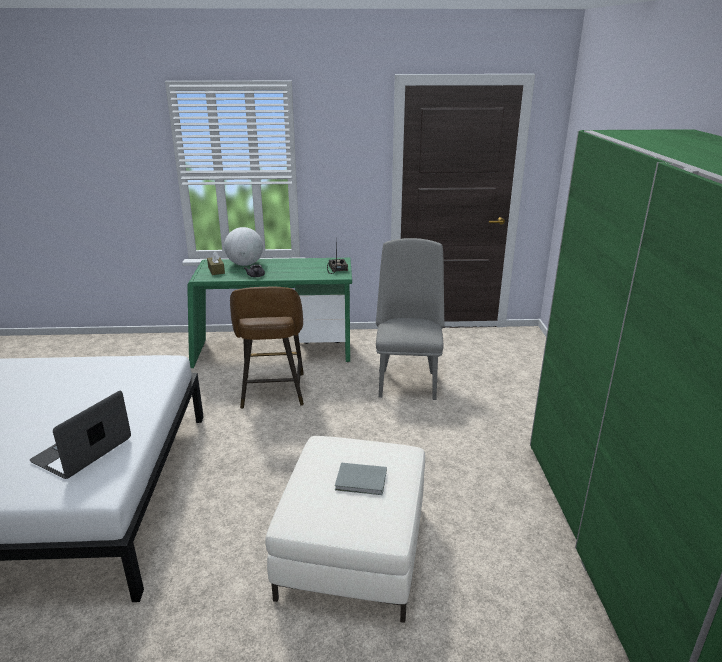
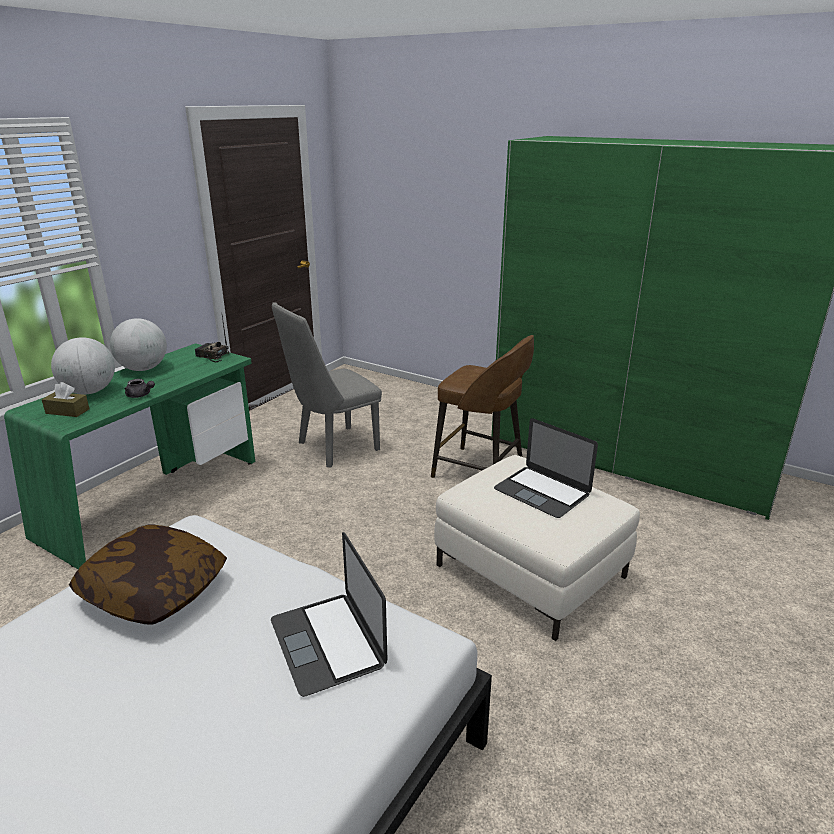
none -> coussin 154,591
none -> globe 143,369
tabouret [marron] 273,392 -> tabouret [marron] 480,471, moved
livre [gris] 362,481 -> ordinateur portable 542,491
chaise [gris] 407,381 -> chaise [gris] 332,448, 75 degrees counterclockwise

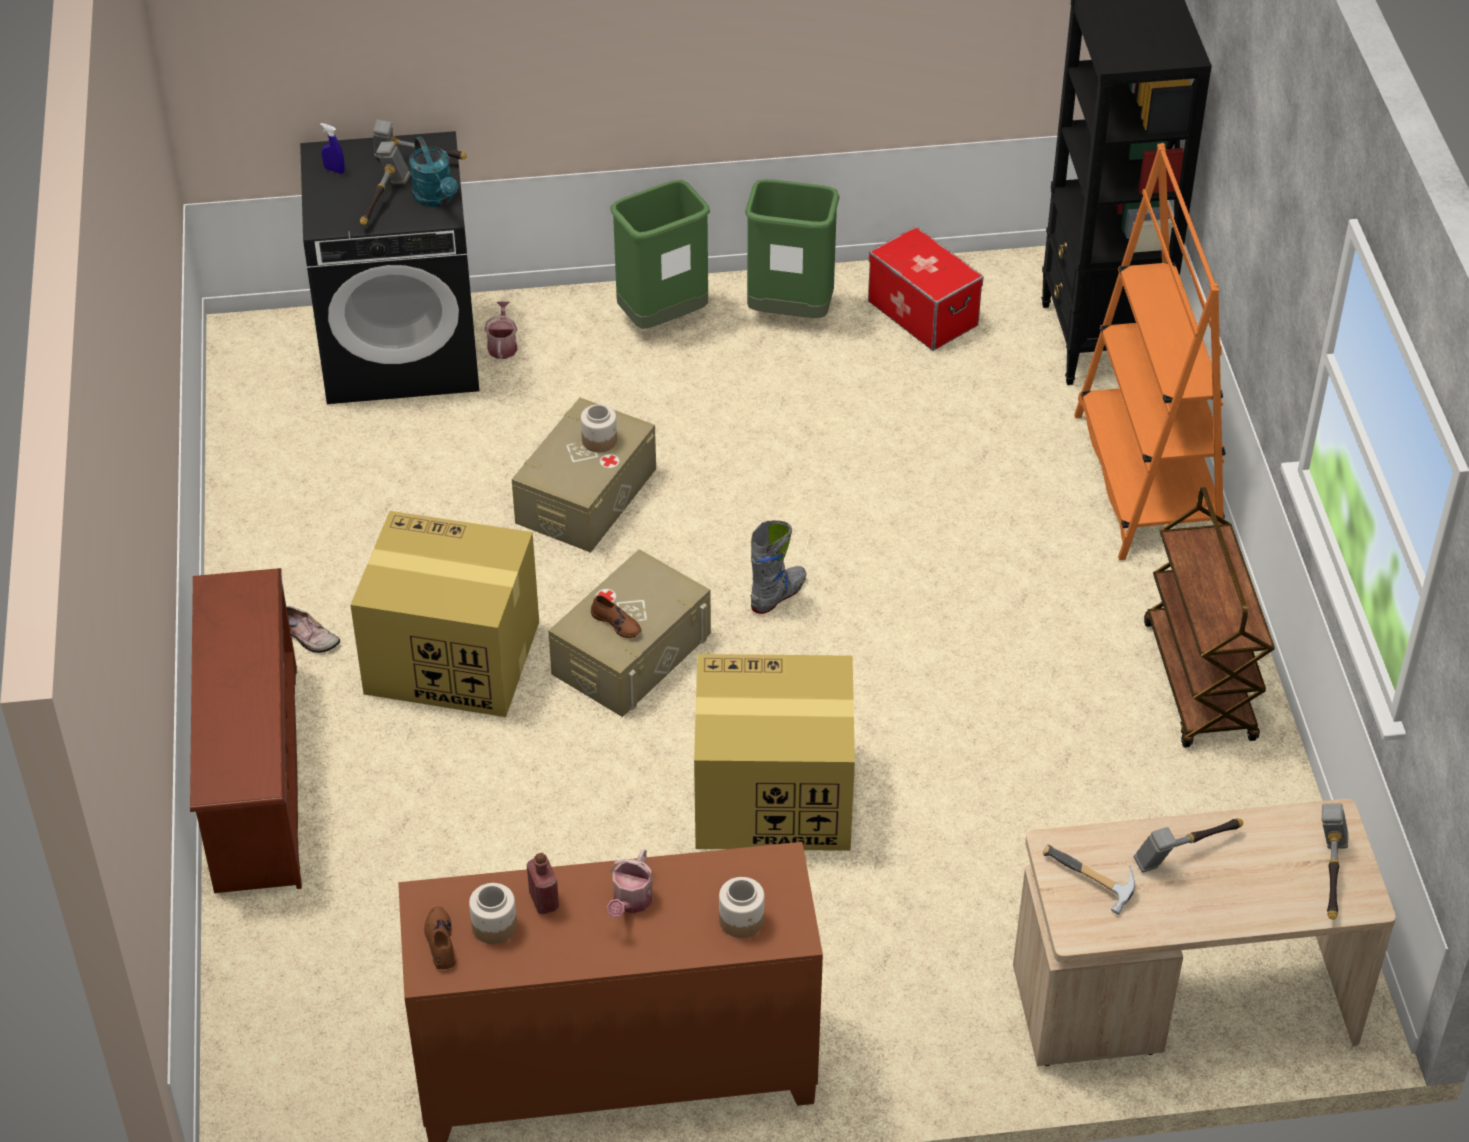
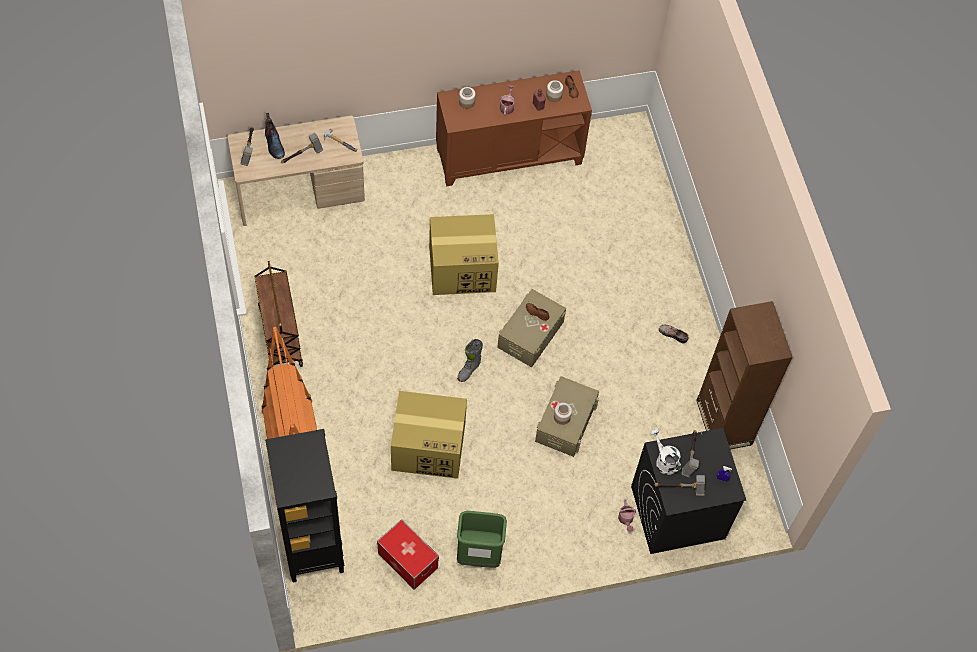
étagère à chaussures [marron] 254,776 -> none
poubelle [vert] 663,318 -> none
none -> botte 274,144
none -> bibliothèque [marron] 723,422
carton 450,657 -> carton 429,447, moved
arrosoir [turquoise] 436,199 -> arrosoir [blanc] 663,461

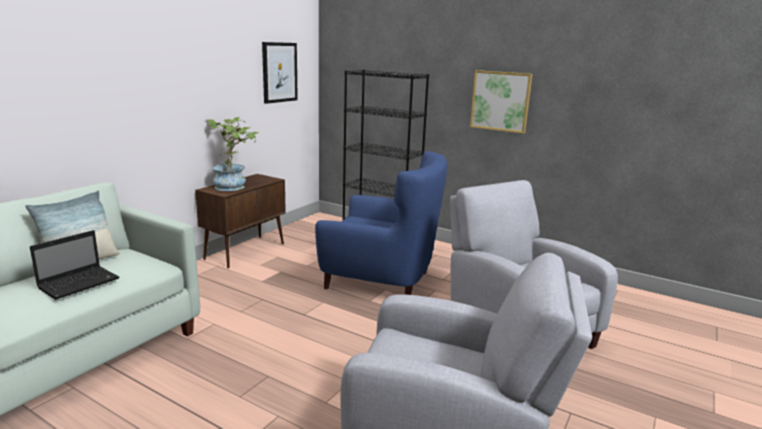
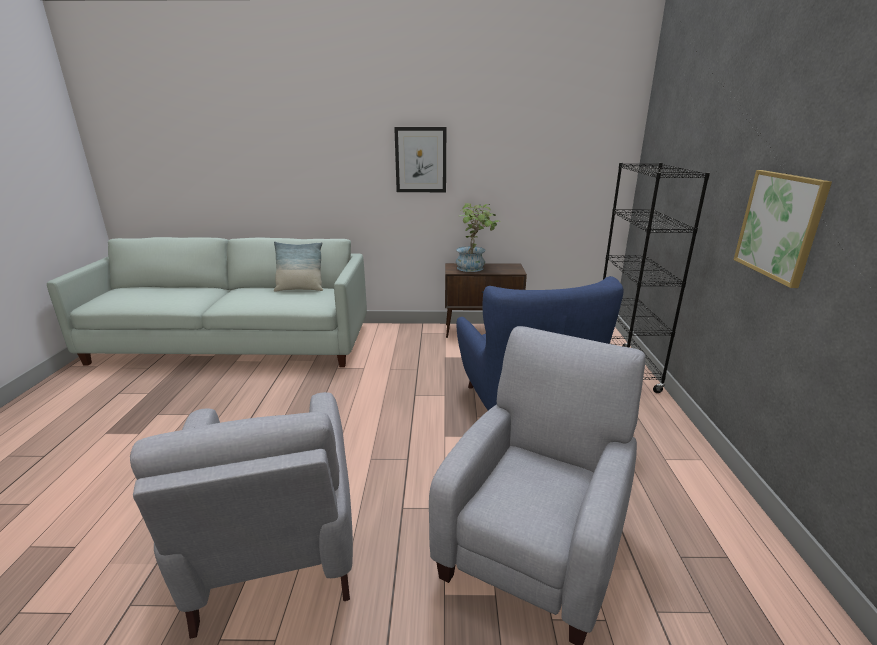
ordinateur portable 80,283 -> none
tableau 279,72 -> tableau 421,160, moved

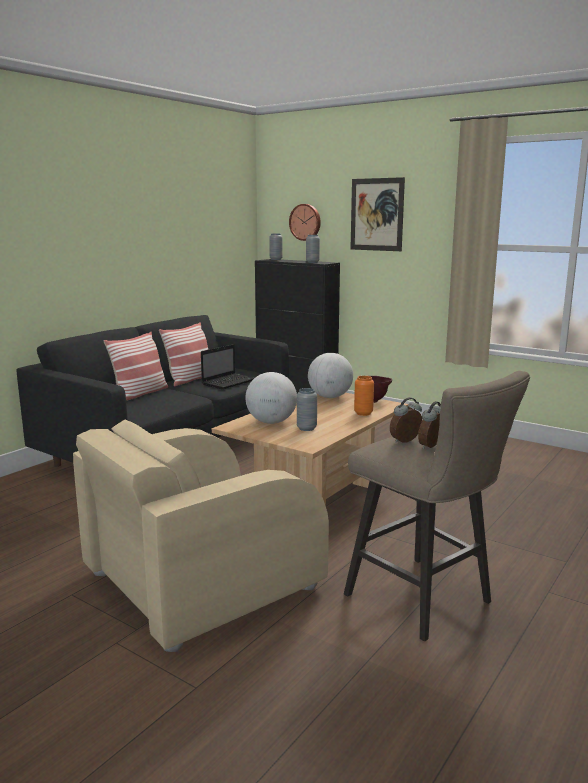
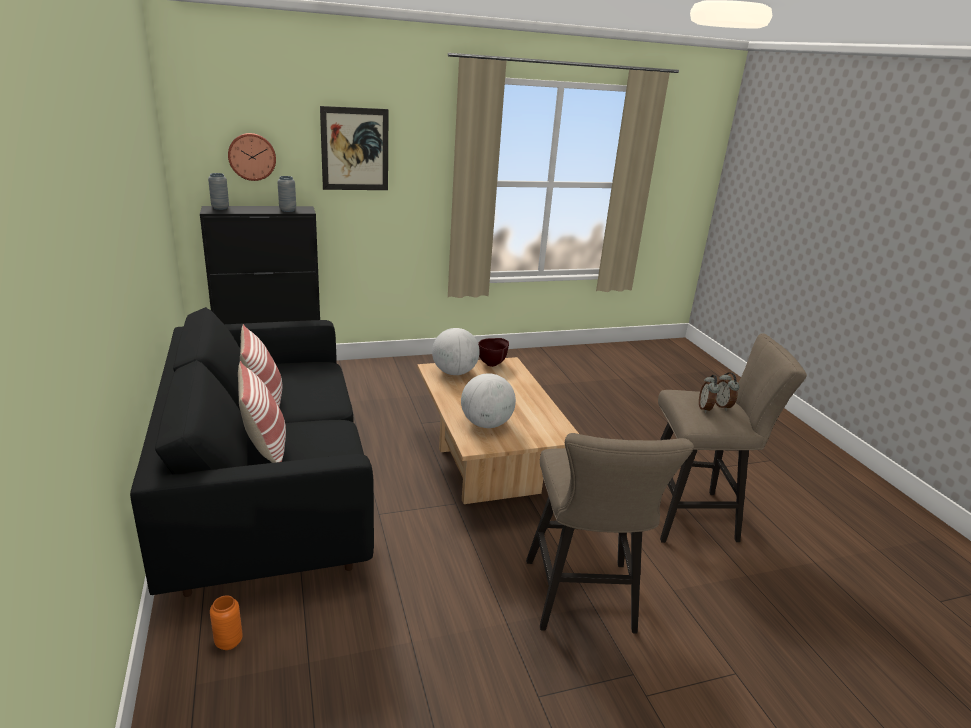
ordinateur portable 229,382 -> none
vase [gris] 306,428 -> none
vase [orange] 363,413 -> vase [orange] 229,642, moved
fauteuil [beige] 200,580 -> tabouret [beige] 582,602

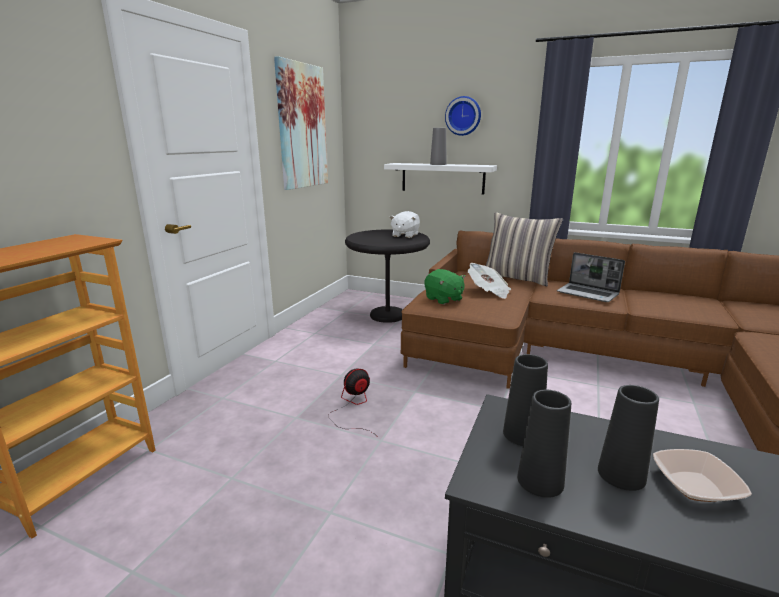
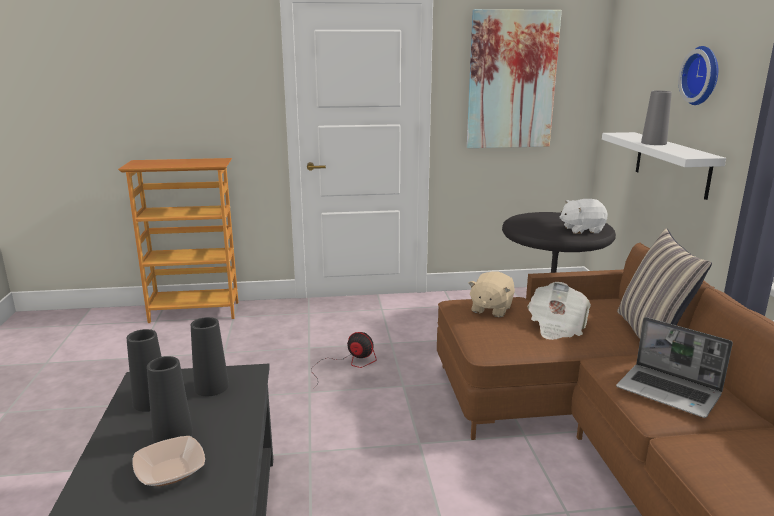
peluche [vert] 443,299 -> peluche [beige] 491,309
ordinateur portable 588,294 -> ordinateur portable 669,392, 60 degrees counterclockwise

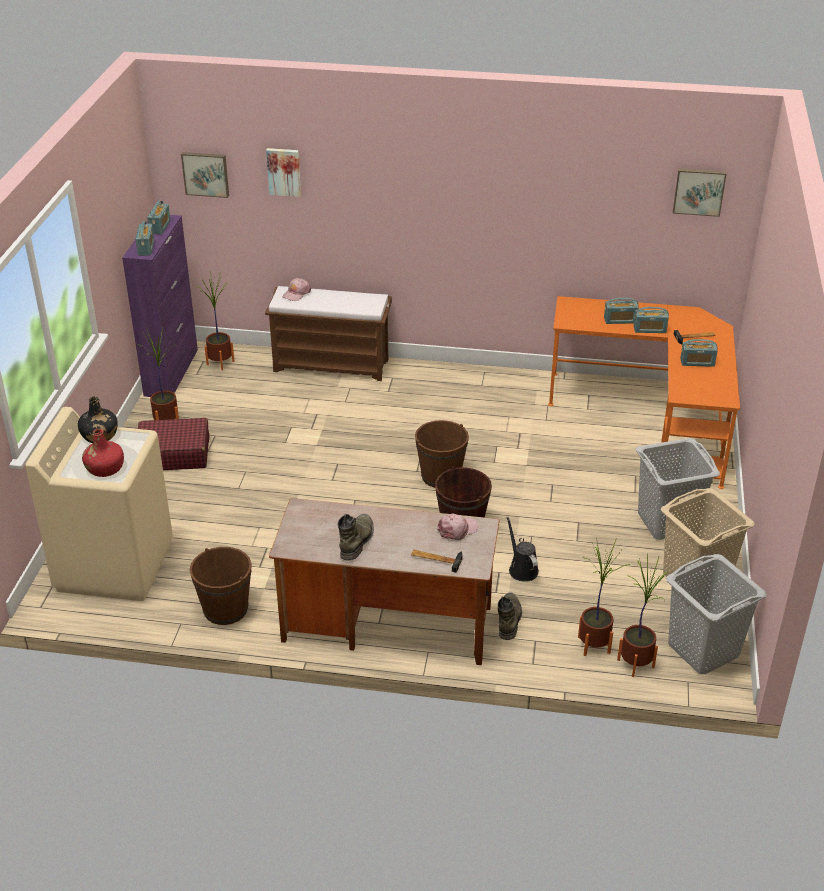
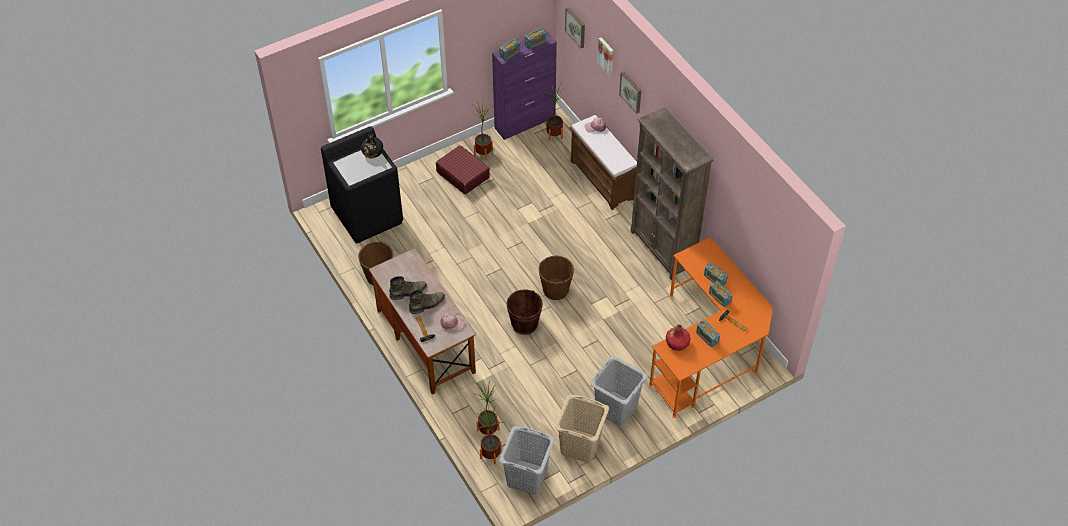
arrosoir [noir] 522,569 -> none
none -> bibliothèque [marron] 662,250
bouteille [rouge] 105,468 -> bouteille [rouge] 677,343, moved
botte [vert] 509,619 -> botte [vert] 427,304, moved
tableau 699,191 -> tableau 631,91, moved
lave-linge [beige] 115,565 -> lave-linge [noir] 368,215

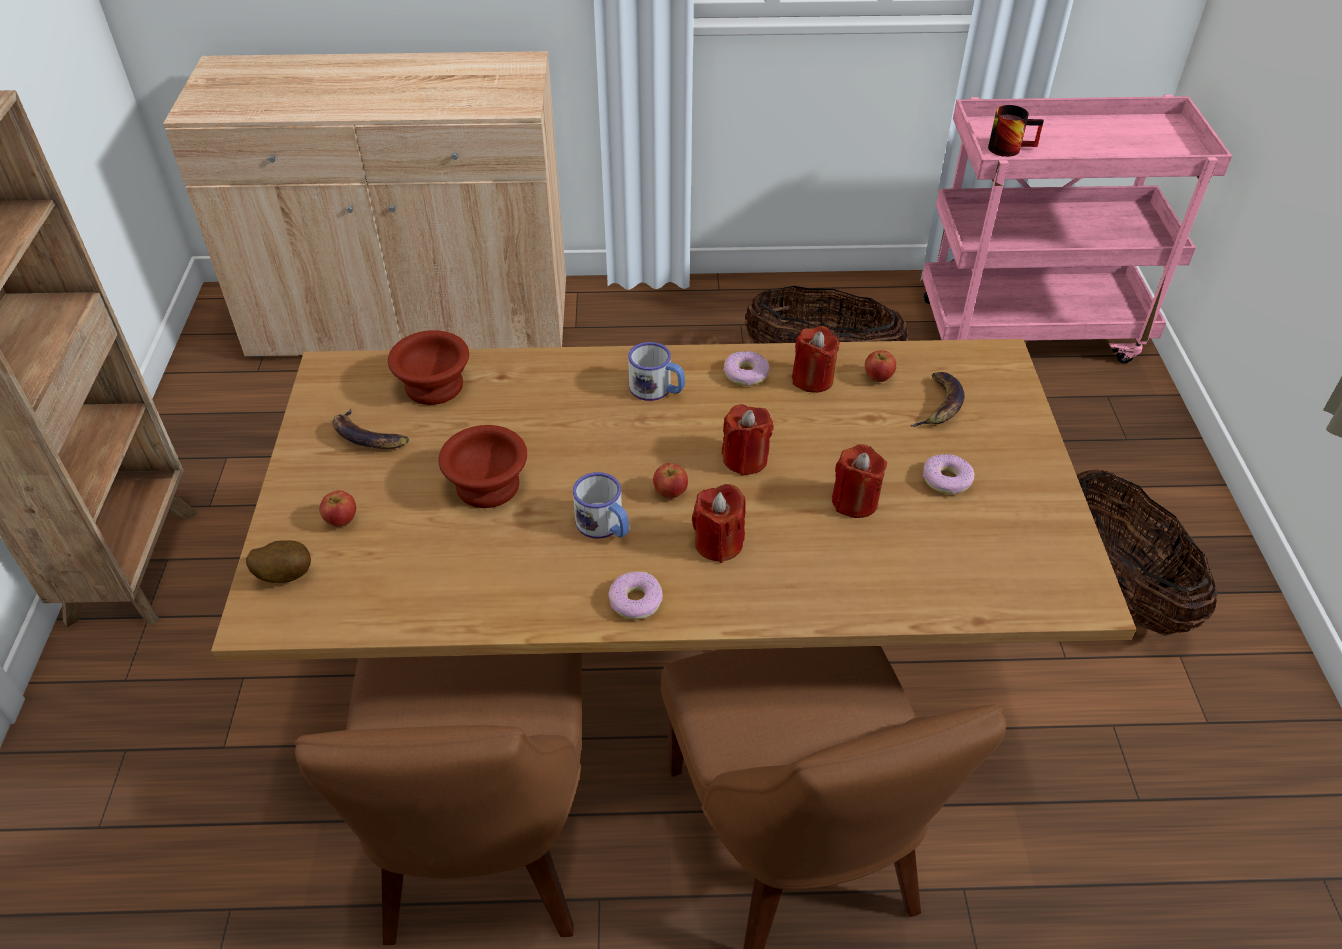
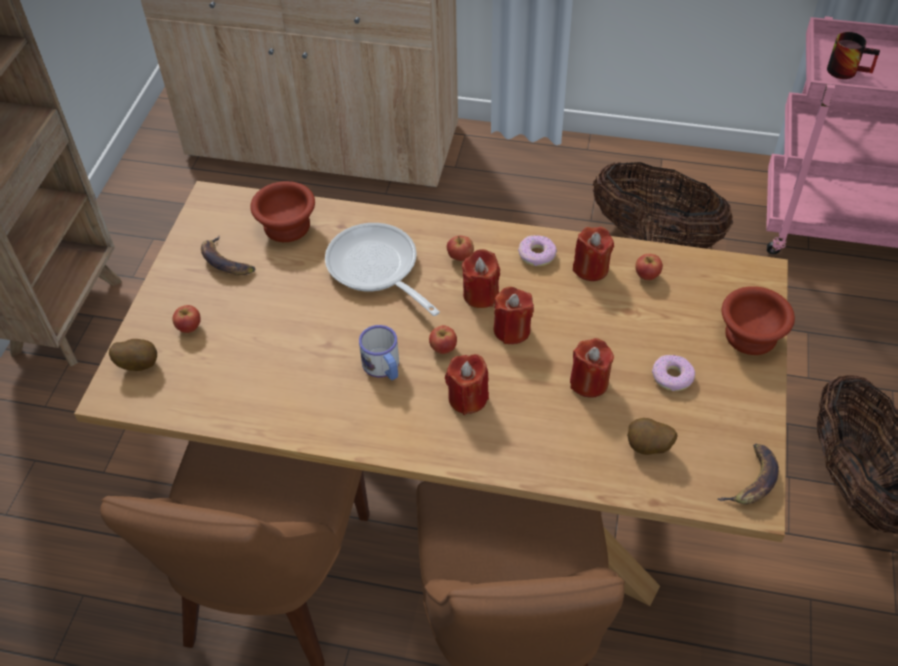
beignet 635,601 -> none
none -> poêle 376,269
none -> bougie [rouge] 481,294
none -> pomme de terre 648,448
bol [marron] 490,486 -> bol [marron] 753,336, moved
banane 939,405 -> banane 752,480, moved
mug 657,389 -> pomme 460,257

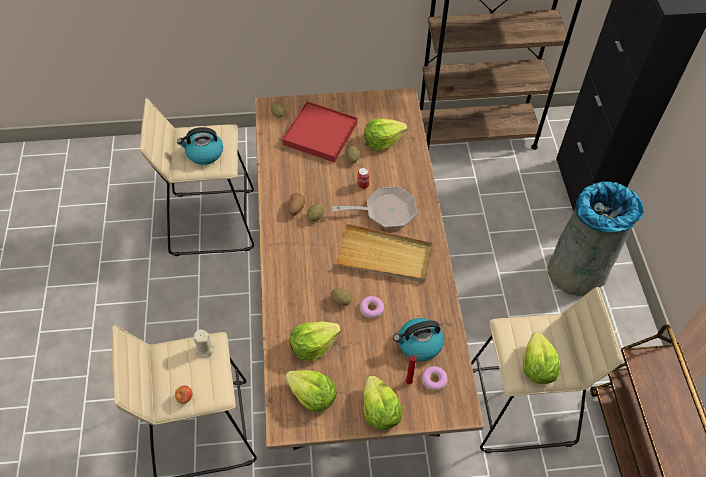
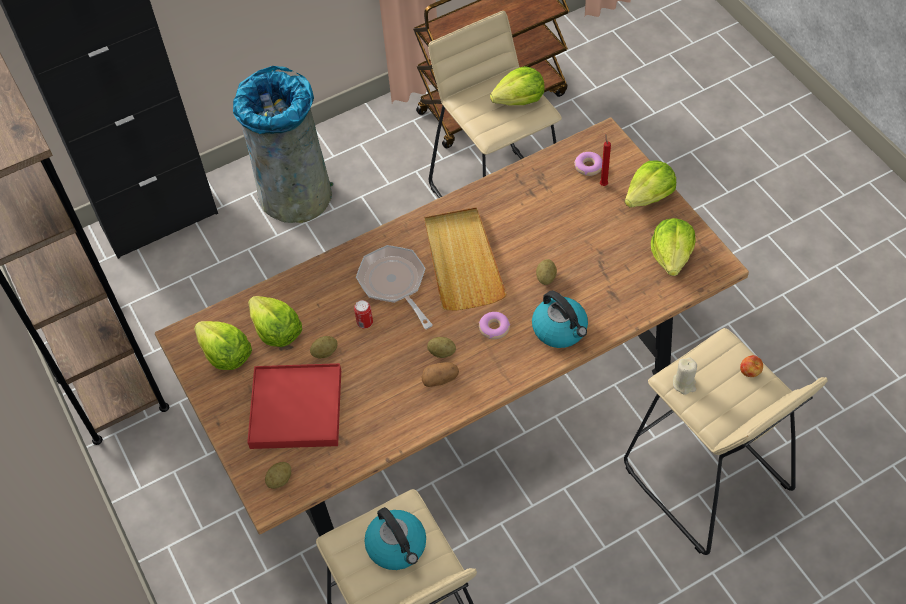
laitue 313,345 -> laitue 226,354, moved
beignet 371,309 -> beignet 494,328, moved
bouilloire 419,344 -> bouilloire 560,329, moved

